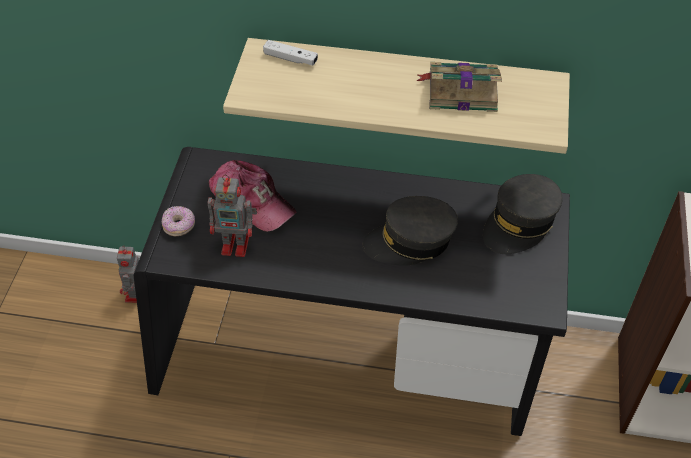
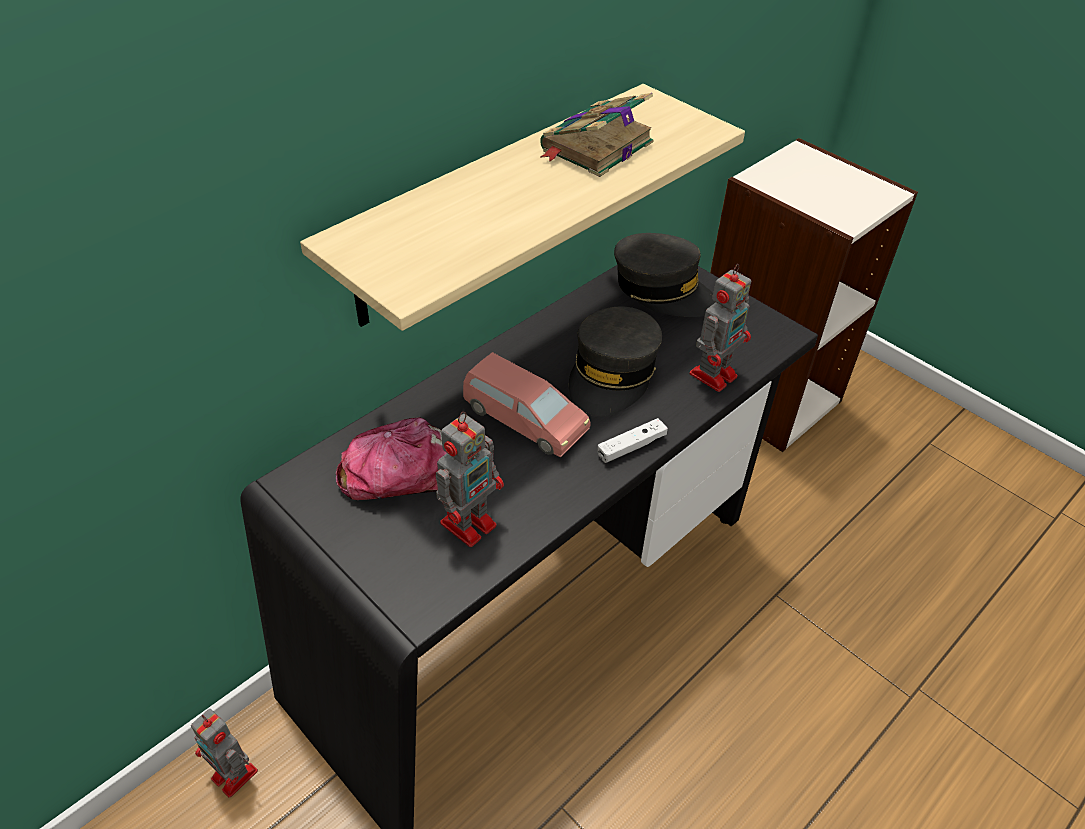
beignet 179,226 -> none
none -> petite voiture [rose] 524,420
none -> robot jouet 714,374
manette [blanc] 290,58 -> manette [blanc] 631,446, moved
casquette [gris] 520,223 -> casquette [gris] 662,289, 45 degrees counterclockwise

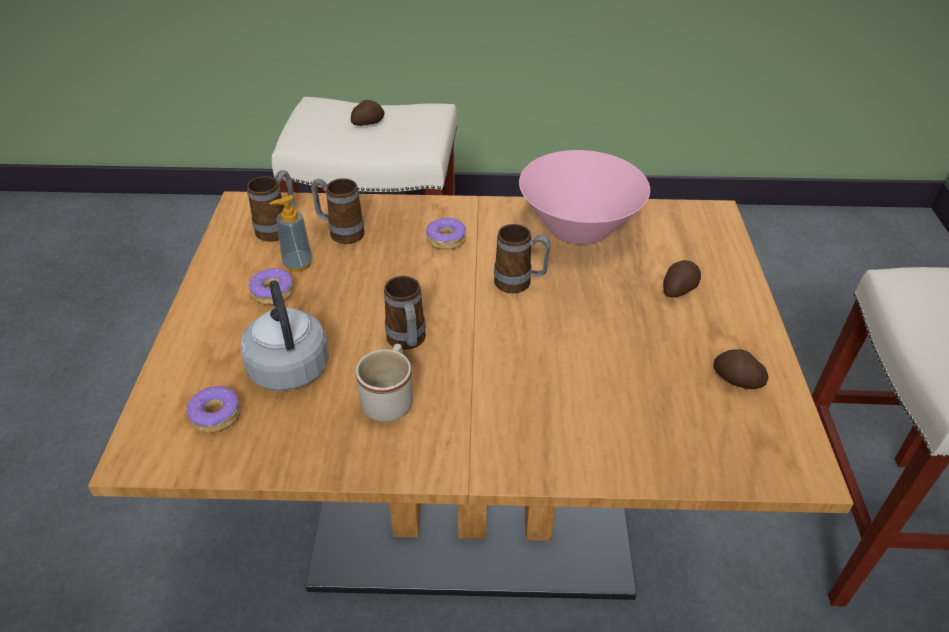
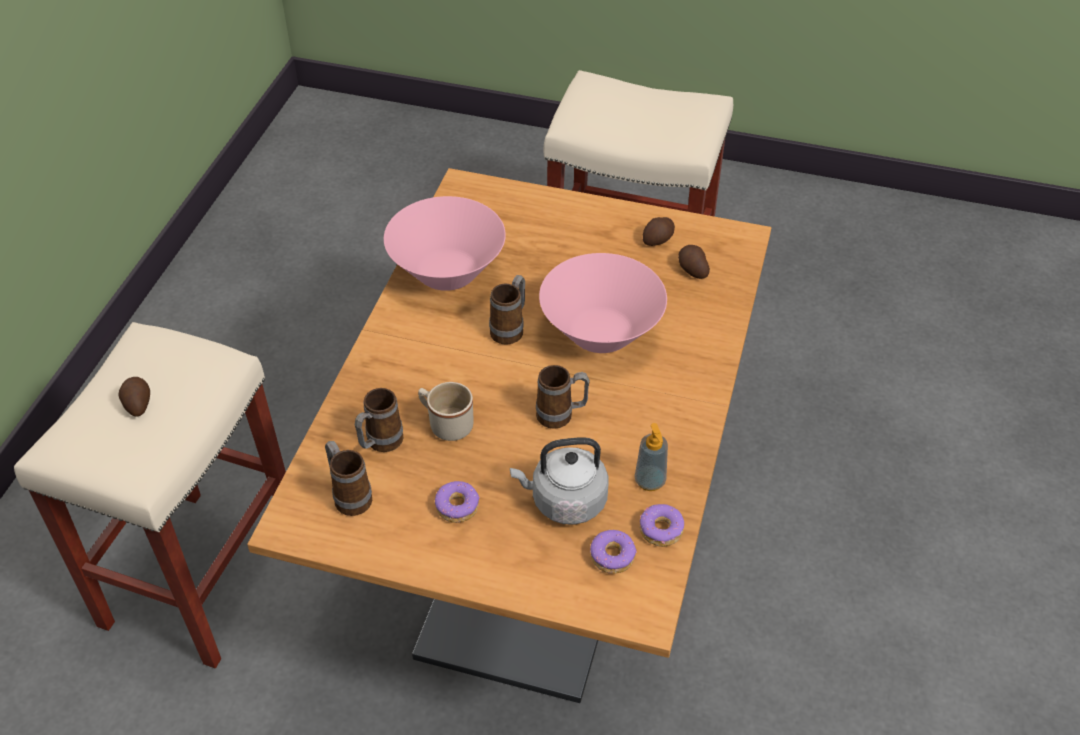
none -> bol [rose] 601,333
distributeur de savon 298,264 -> distributeur de savon 650,481, moved
mug [beige] 390,398 -> mug [beige] 446,424, moved
beignet 445,240 -> beignet 661,530, moved
pomme de terre 678,289 -> pomme de terre 692,270, moved

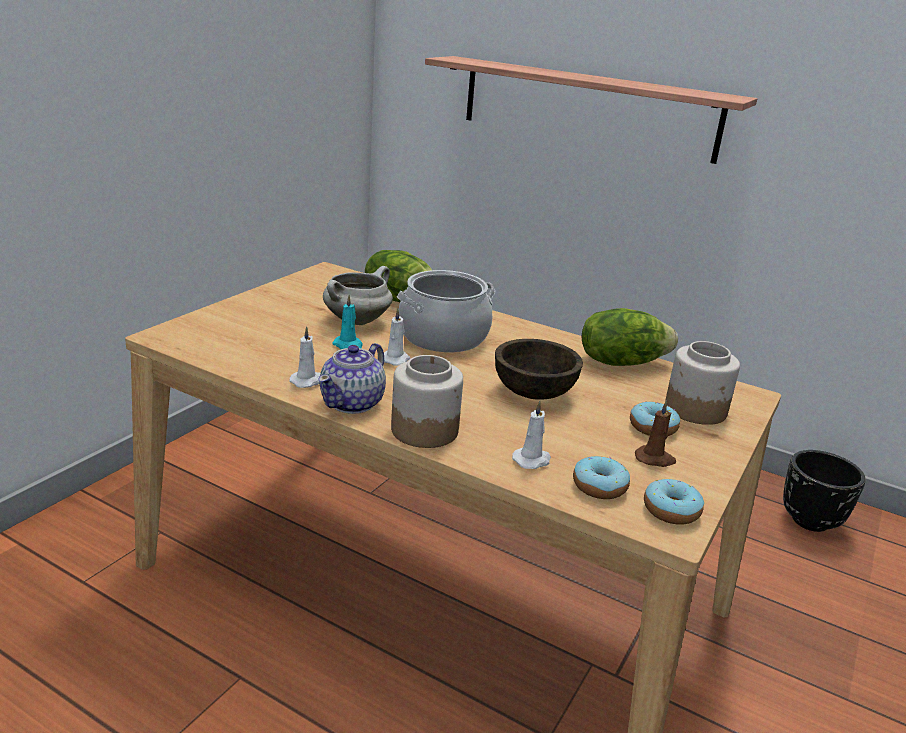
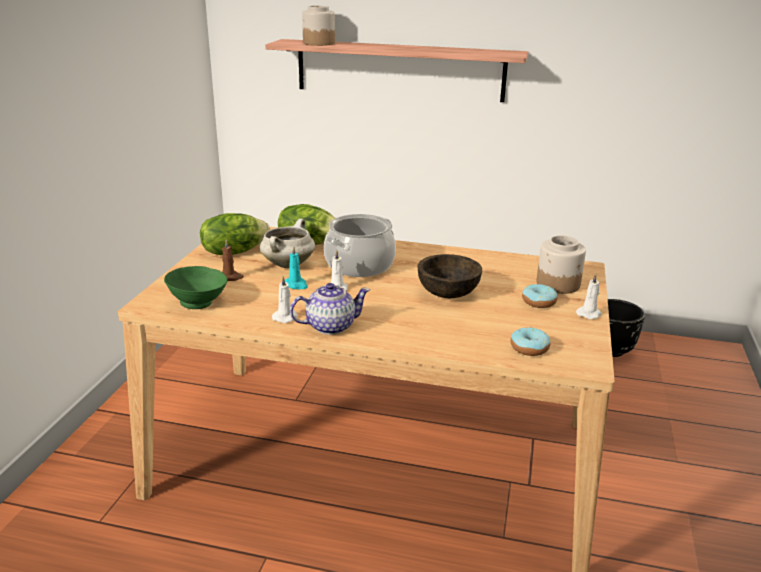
beignet 671,511 -> none
none -> bol [vert] 199,303
bocal 424,430 -> bocal 318,43, moved
bougie [blanc] 532,460 -> bougie [blanc] 589,313, moved
laitue 621,362 -> laitue 234,252, moved
bougie [marron] 655,459 -> bougie [marron] 230,277, moved
théière 353,403 -> théière 330,326, 120 degrees counterclockwise

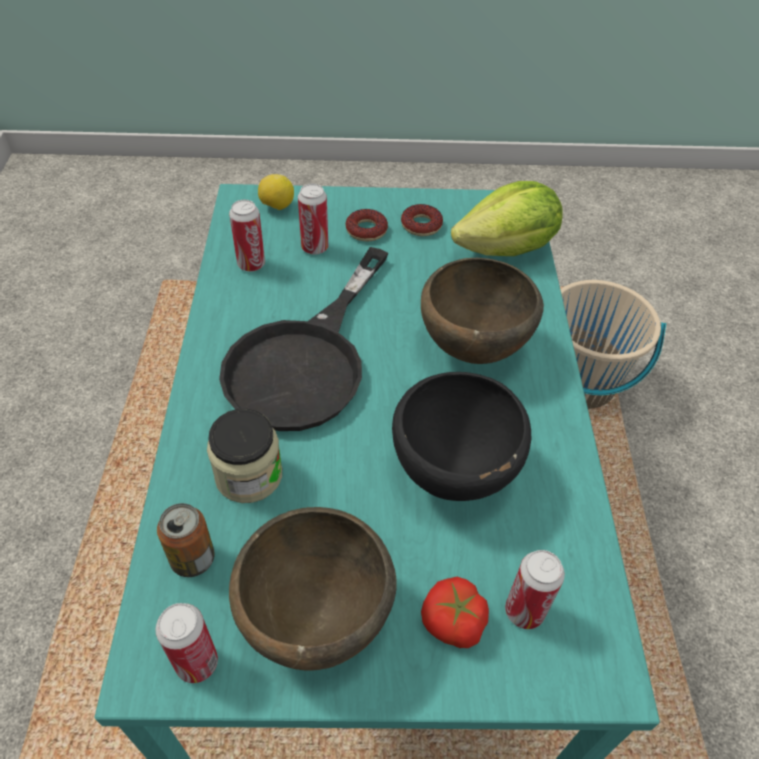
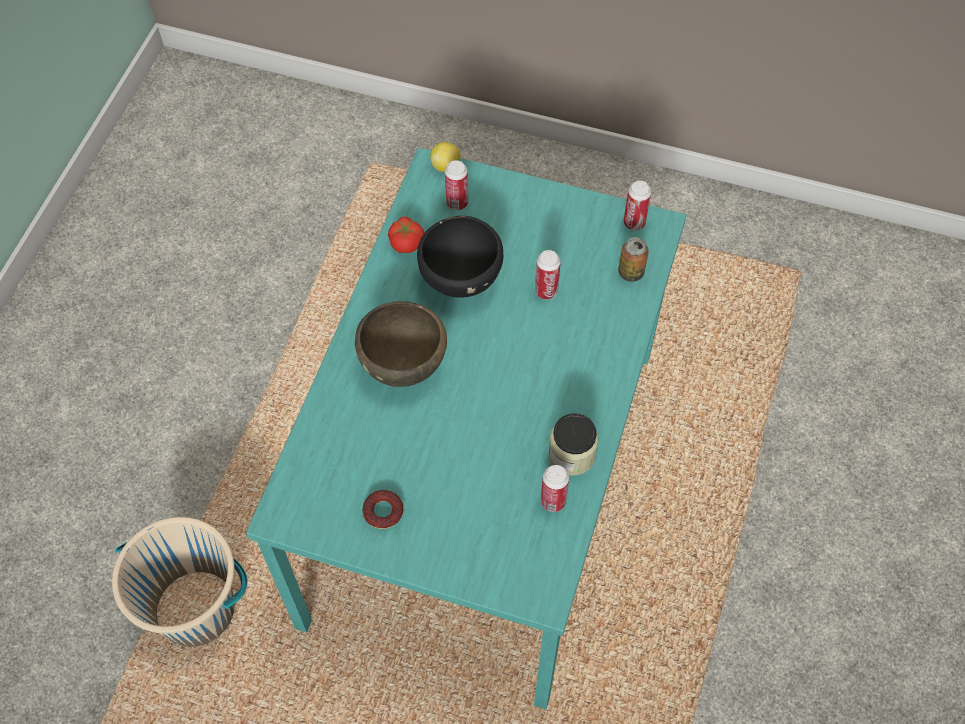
poêle [noir] 306,361 -> none
bol [marron] 315,621 -> none
beignet 366,230 -> none
laitue 507,250 -> none
bocal 249,475 -> bocal 572,455, moved
citron 277,206 -> citron 446,166, moved
boîte métallique 315,248 -> boîte métallique 546,291, moved
tomate 452,622 -> tomate 407,242, moved

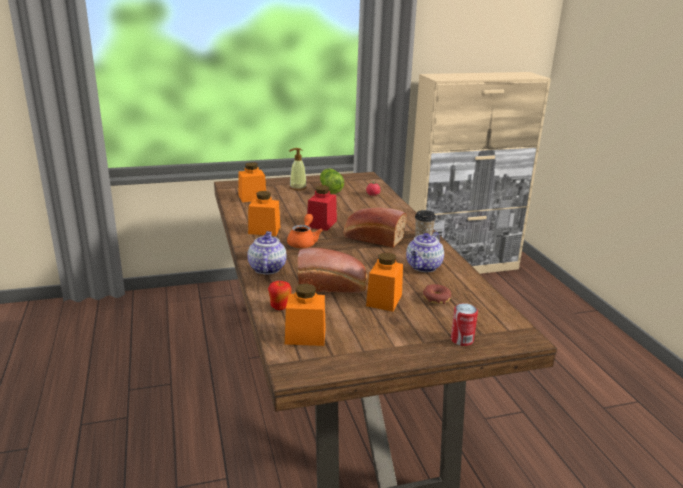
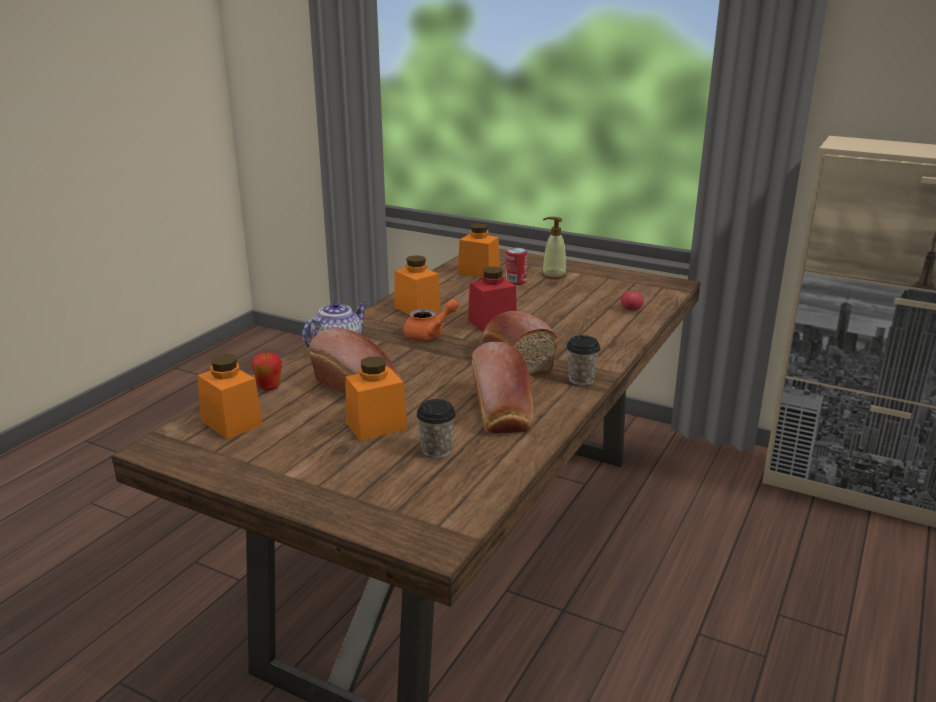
laitue 330,189 -> none
boîte métallique 462,340 -> boîte métallique 516,281, moved
théière 423,267 -> pain 502,411
beignet 436,298 -> tasse 436,450

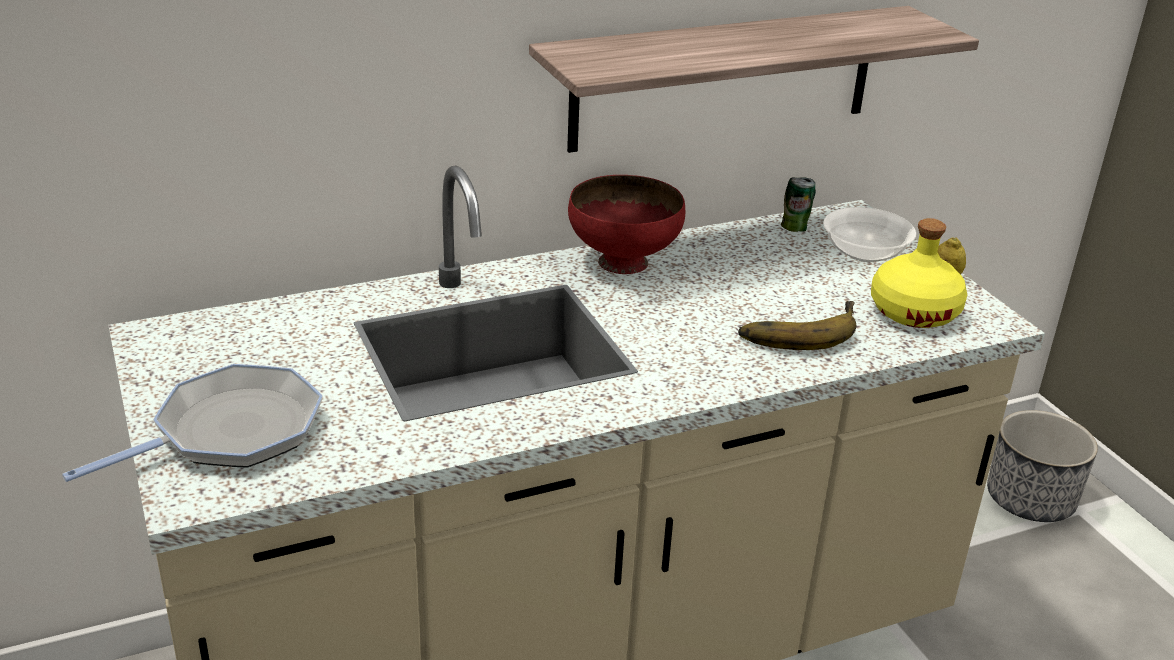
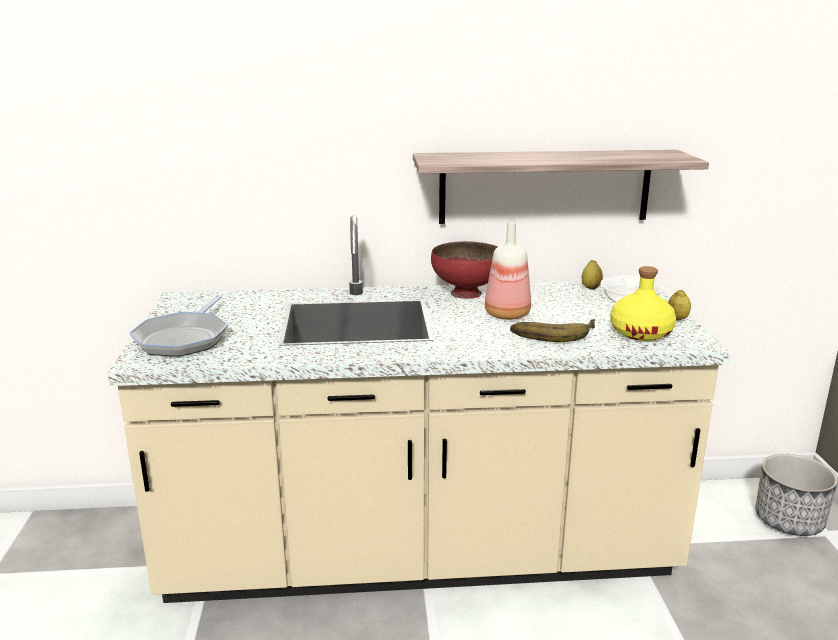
none -> bouteille 508,315
boîte métallique 795,228 -> citron 591,288
poêle 230,432 -> poêle 184,338, 120 degrees clockwise

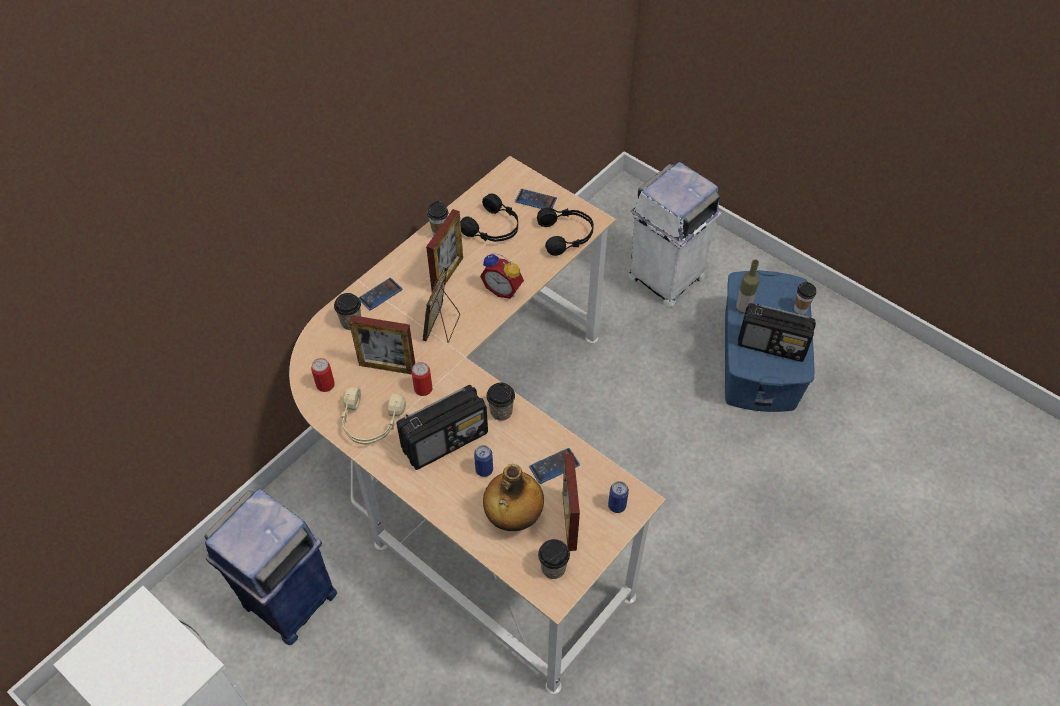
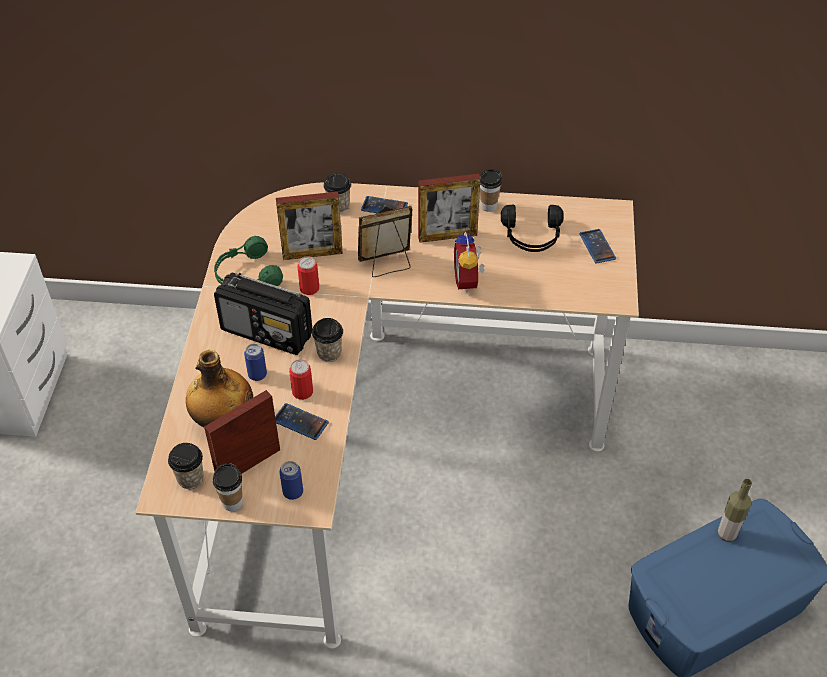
poubelle [bleu] 288,601 -> none
casque audio [noir] 566,235 -> none
poubelle [blanc] 665,278 -> none
radio 772,345 -> none
boîte métallique 325,384 -> boîte métallique 302,392, moved
tasse 800,309 -> tasse 232,503, moved
casque audio [beige] 370,423 -> casque audio [vert] 246,275
cadre photo 387,367 -> cadre photo 312,254, 75 degrees counterclockwise

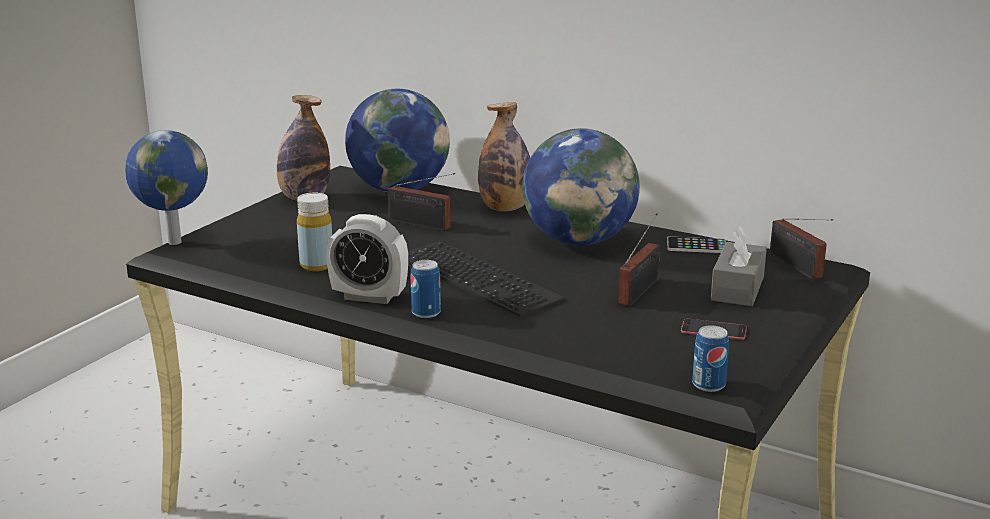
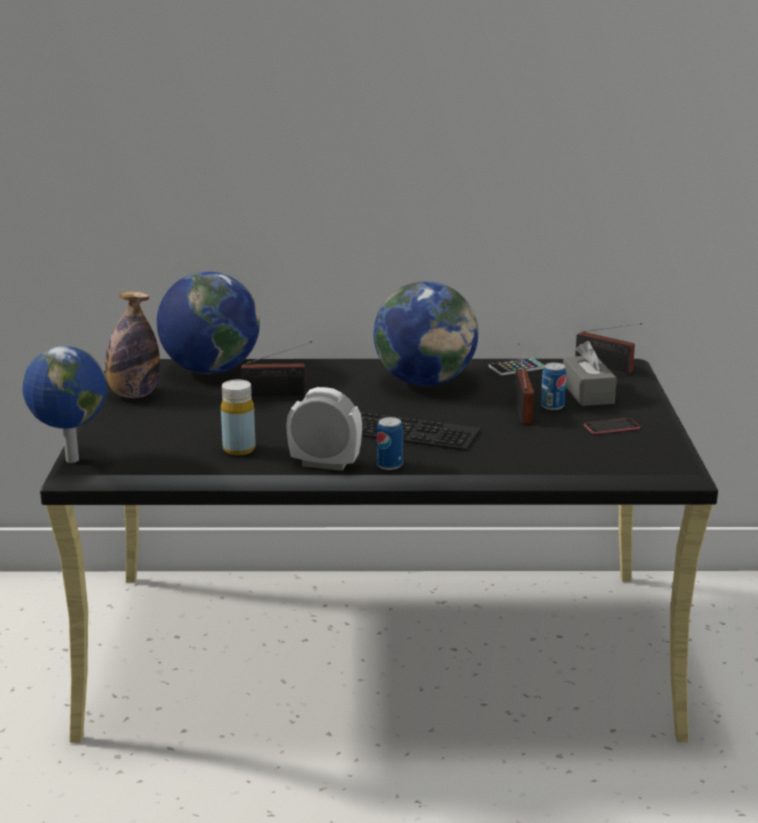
bouteille 505,208 -> none
boîte métallique 708,385 -> boîte métallique 552,406, moved
réveil 369,297 -> réveil 325,464, 150 degrees counterclockwise

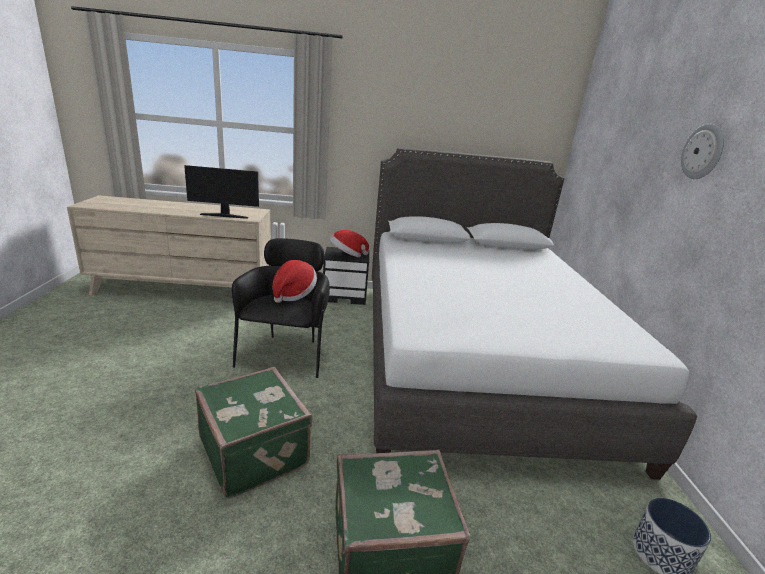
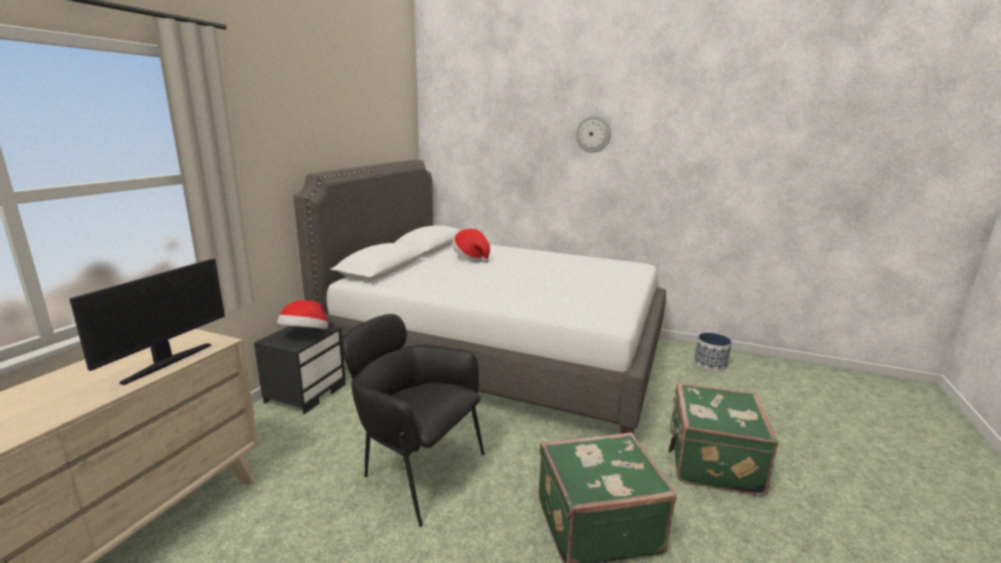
chapeau 293,294 -> chapeau 471,258, moved

